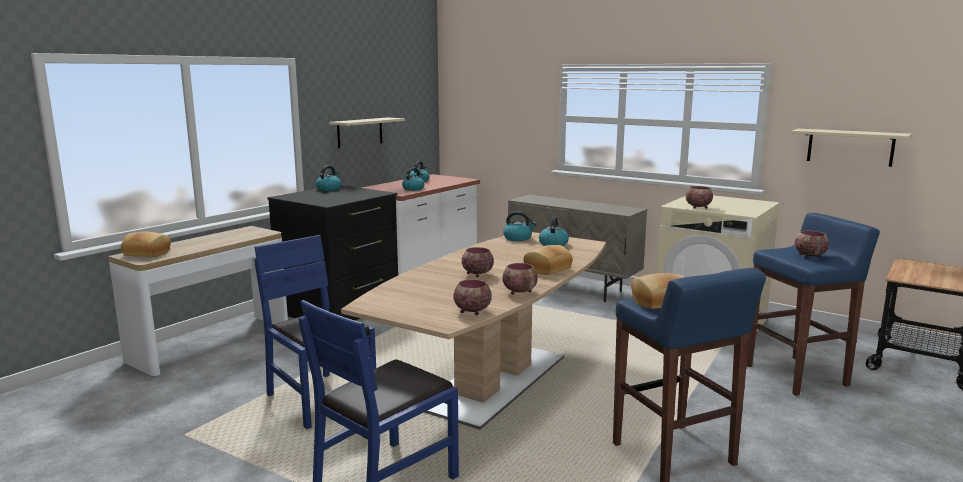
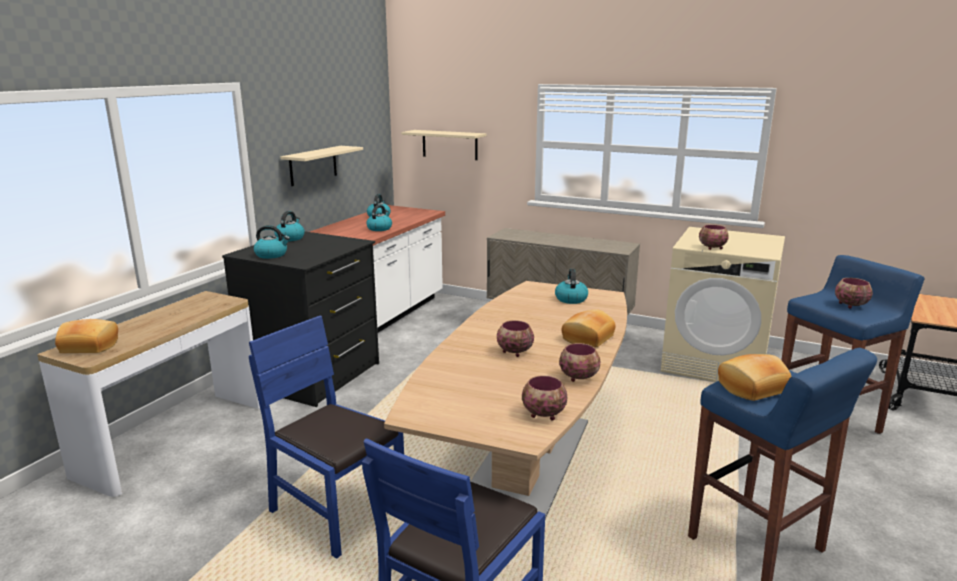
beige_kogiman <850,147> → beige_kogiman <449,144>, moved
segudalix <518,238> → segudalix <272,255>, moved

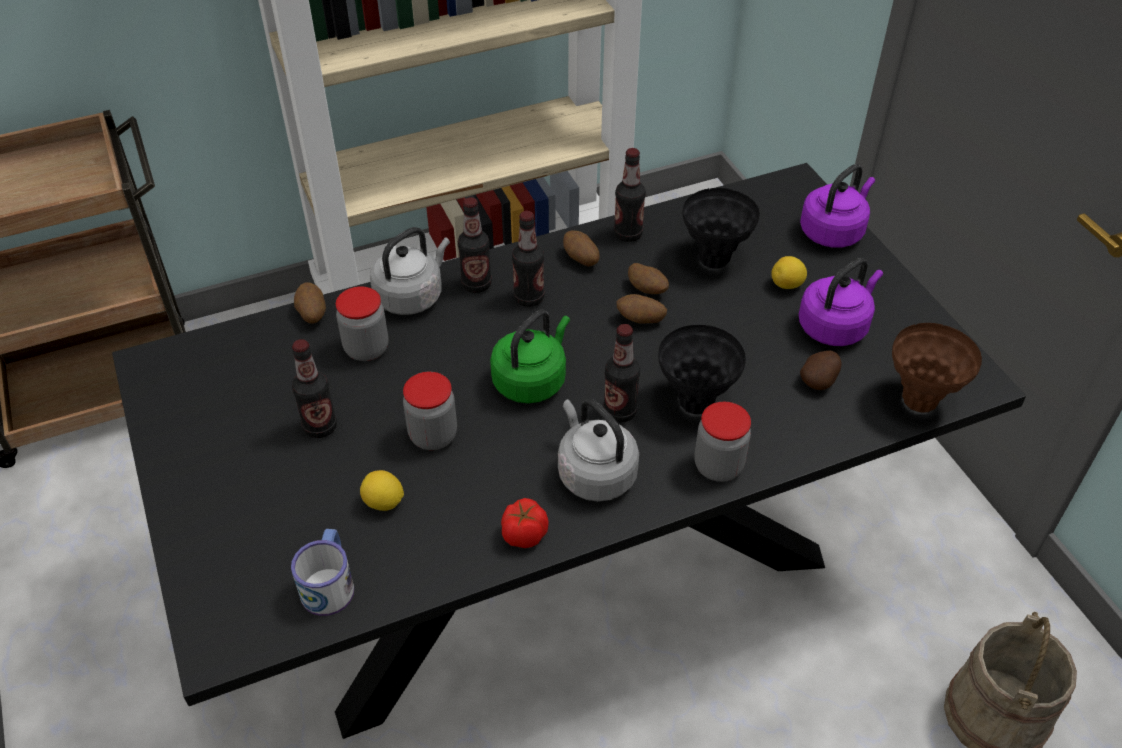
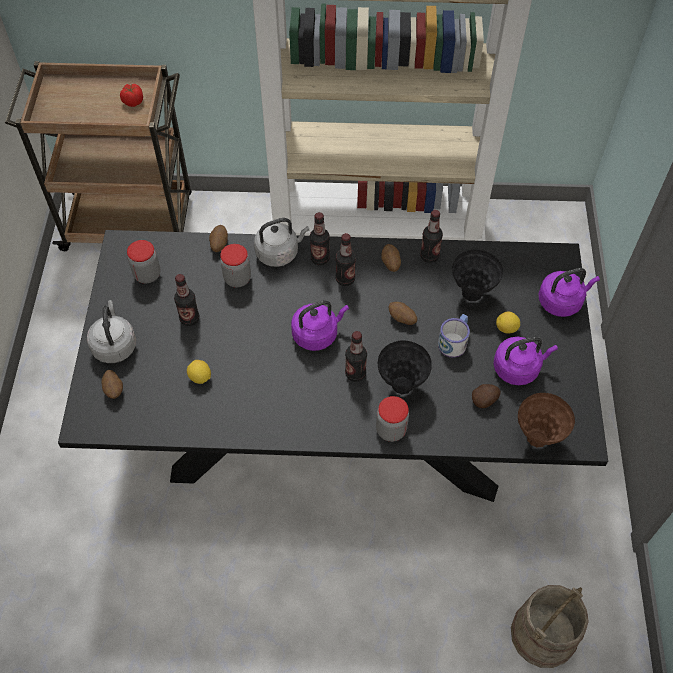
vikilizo <647,290> → vikilizo <114,389>, moved
green_segudalix <532,380> → purple_segudalix <317,334>
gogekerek <433,435> → gogekerek <147,274>, moved
grey_segudalix <594,473> → grey_segudalix <114,345>, moved
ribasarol <523,535> → ribasarol <133,102>, moved
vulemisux <330,583> → vulemisux <454,341>, moved

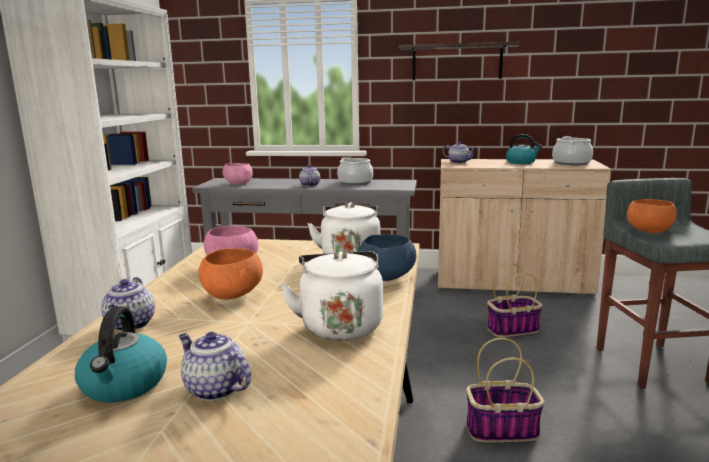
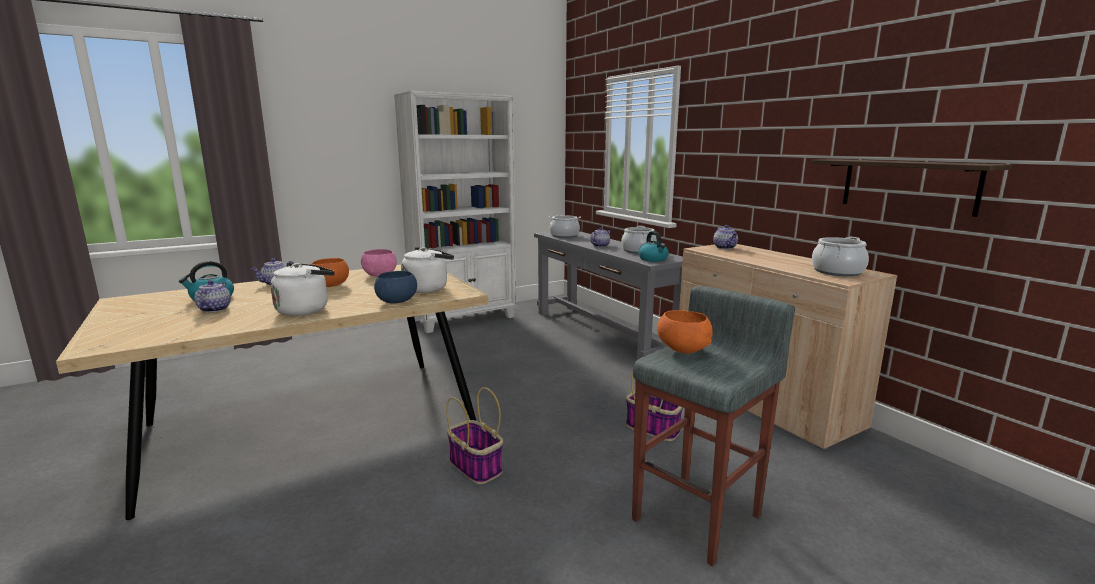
kogiman <457,62> → kogiman <908,185>, moved
segudalix <521,162> → segudalix <653,259>, moved
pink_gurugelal <238,184> → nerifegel <564,235>

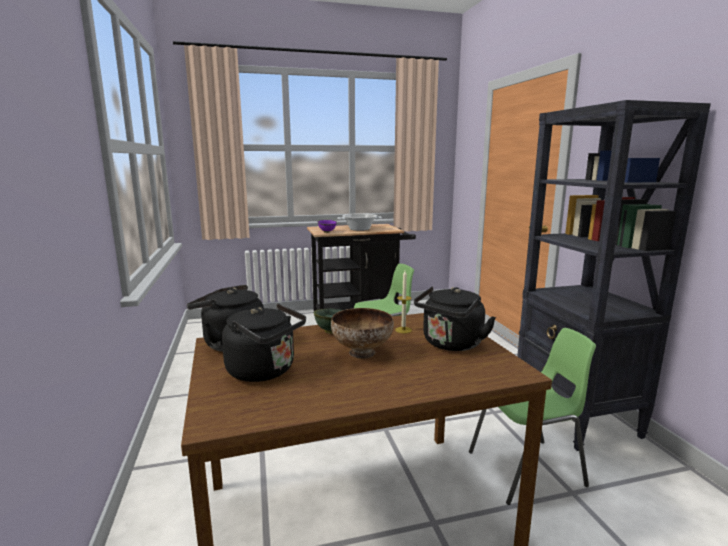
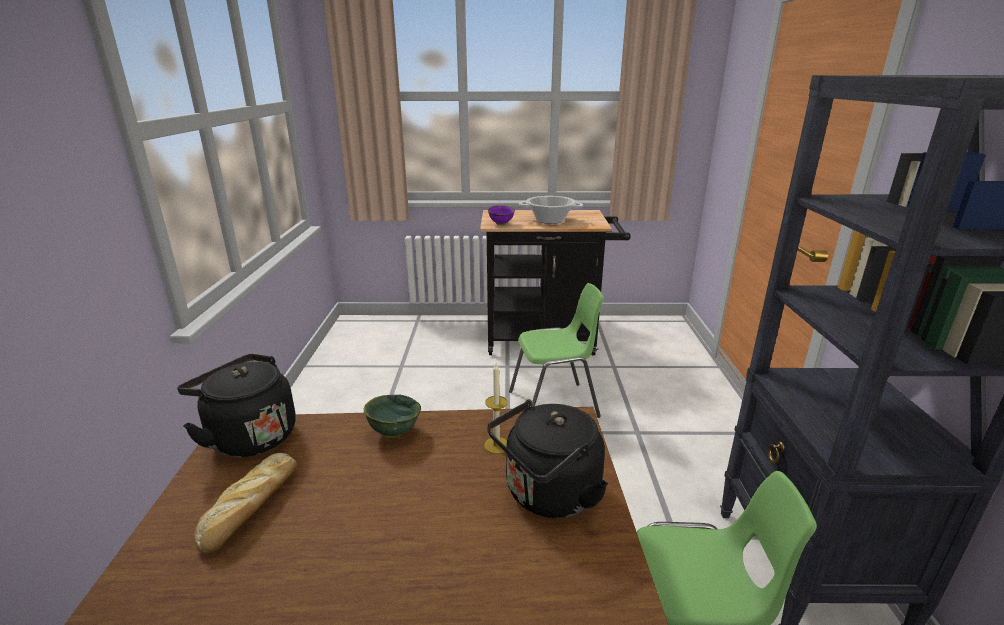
black_segudalix <265,371> → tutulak <250,508>
gurugelal <361,353> → -

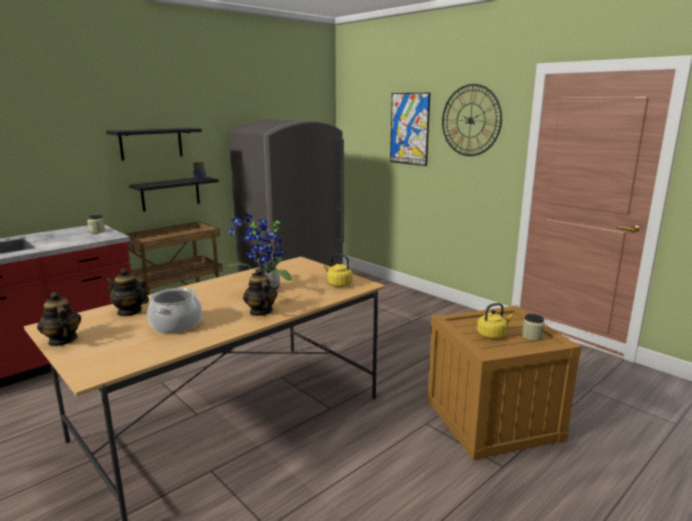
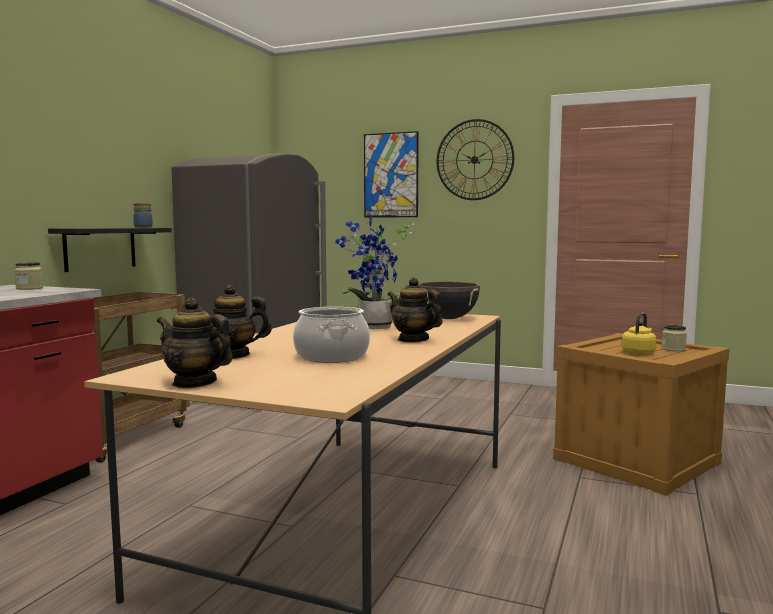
black_kogiman <151,143> → -
yellow_segudalix <338,284> → black_nerifegel <448,319>

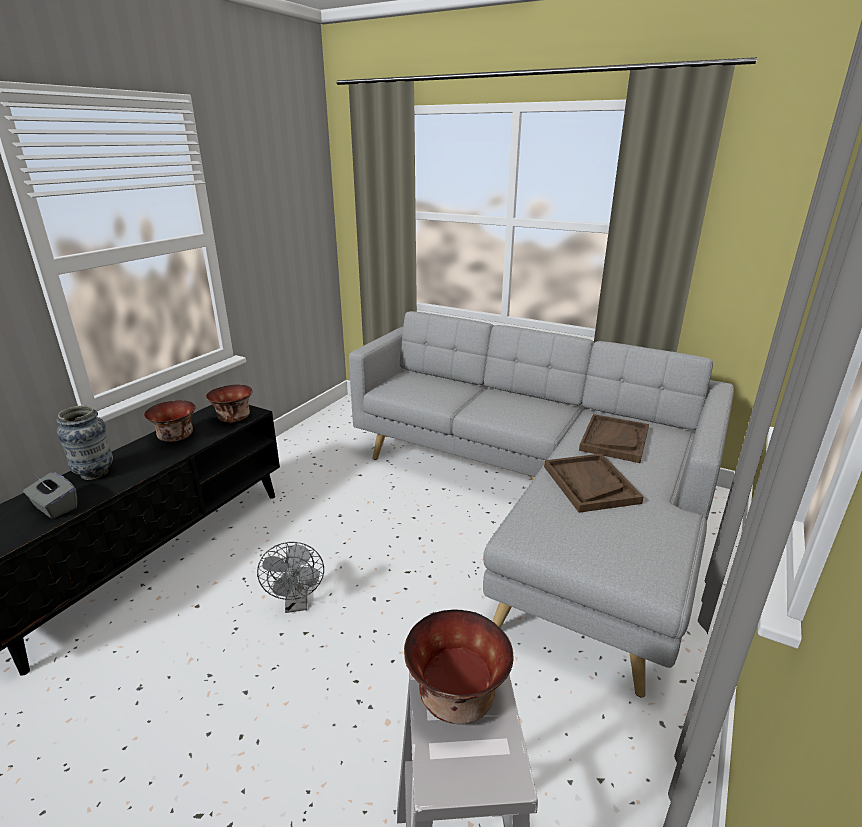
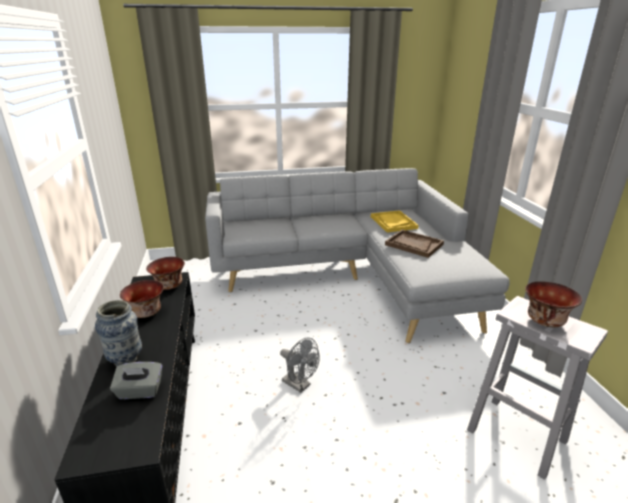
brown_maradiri <614,440> → yellow_maradiri <393,222>

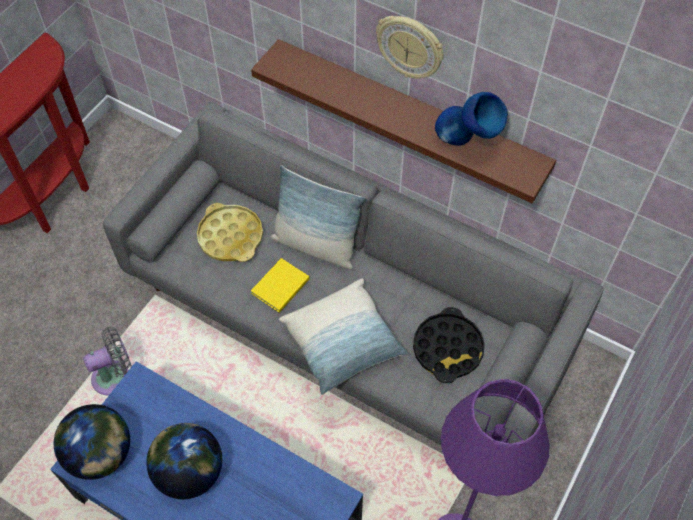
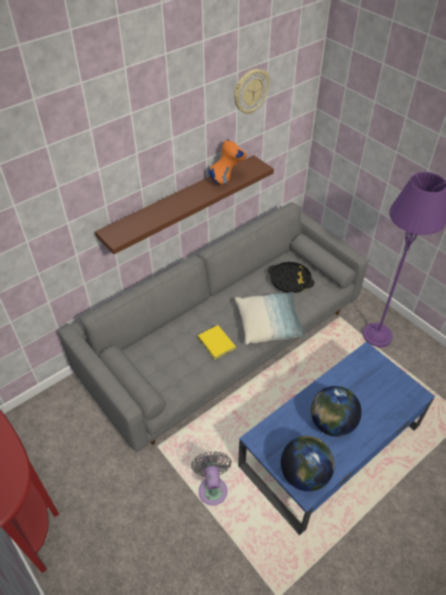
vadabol <410,47> → vadabol <250,91>, moved
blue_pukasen <467,144> → orange_pukasen <227,179>
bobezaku <315,245> → -
yellow_maradiri <231,236> → -

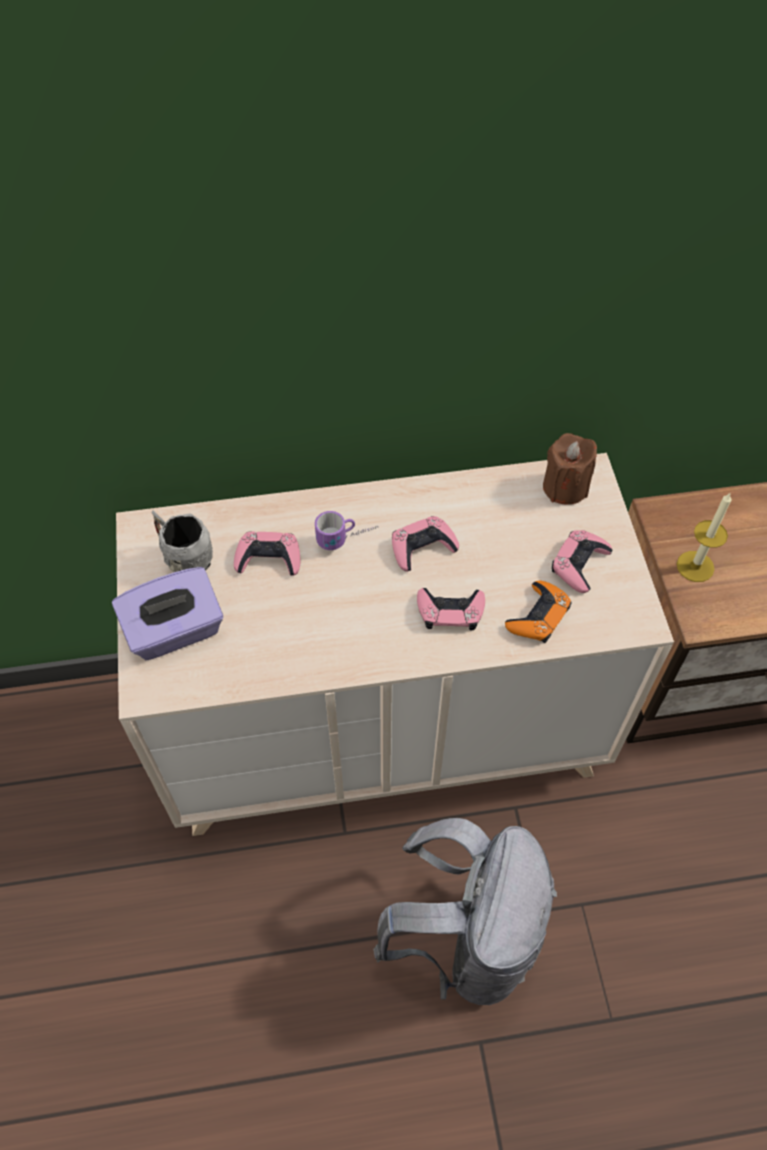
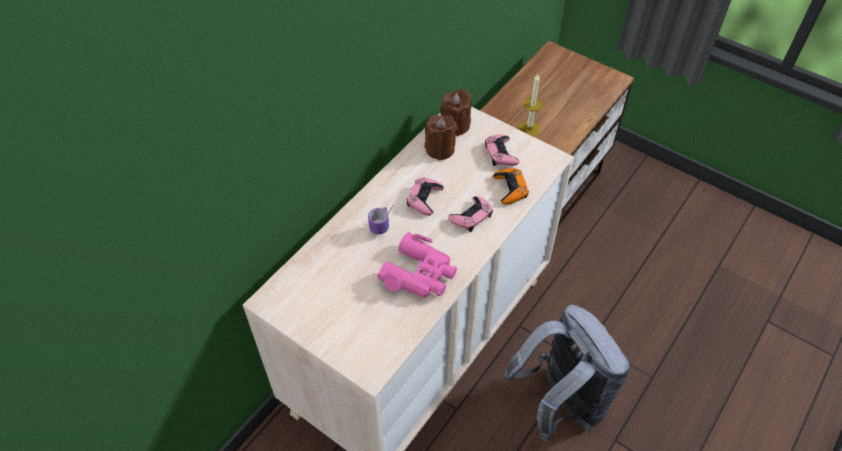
grey_vulemisux <185,558> → -
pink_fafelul <268,558> → -
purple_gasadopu <175,631> → -
- → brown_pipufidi <440,149>
- → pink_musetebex <420,274>

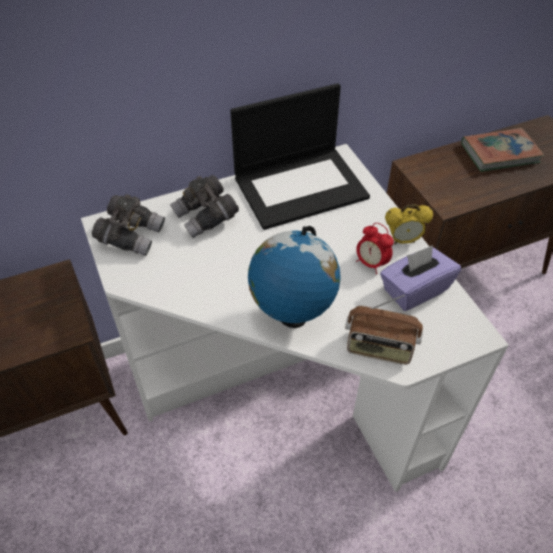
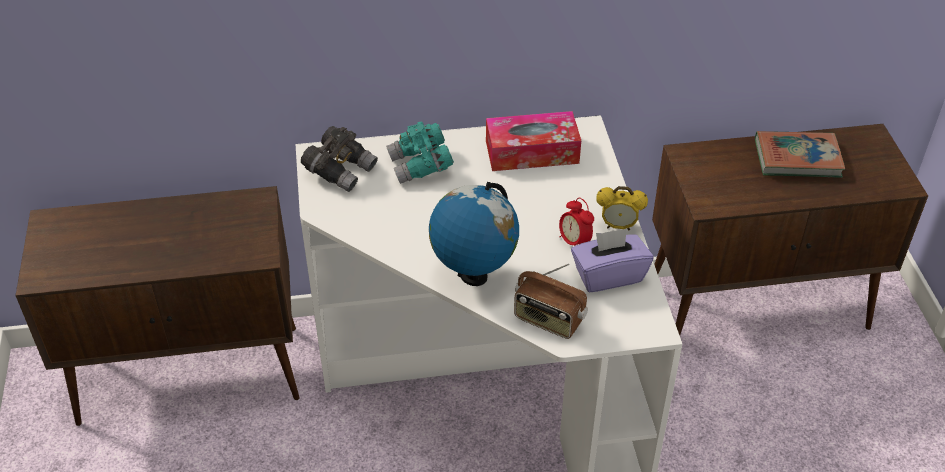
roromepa <301,186> → gasadopu <532,152>
grey_musetebex <206,218> → turquoise_musetebex <420,166>

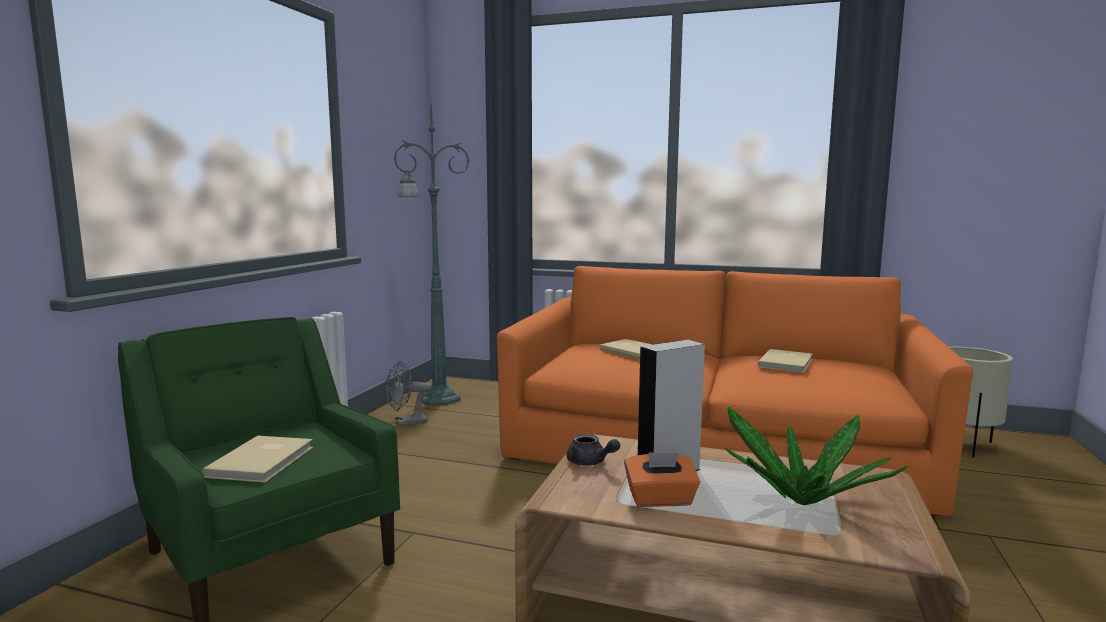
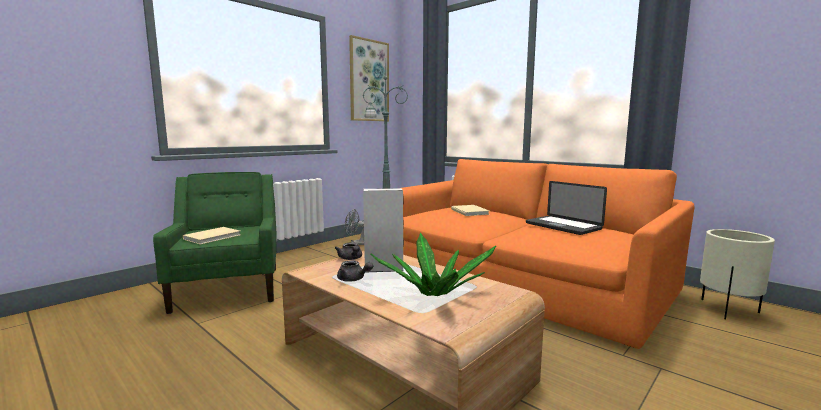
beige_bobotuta <787,363> → roromepa <563,226>
orange_gasadopu <660,500> → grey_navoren <353,279>
- → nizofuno <369,81>

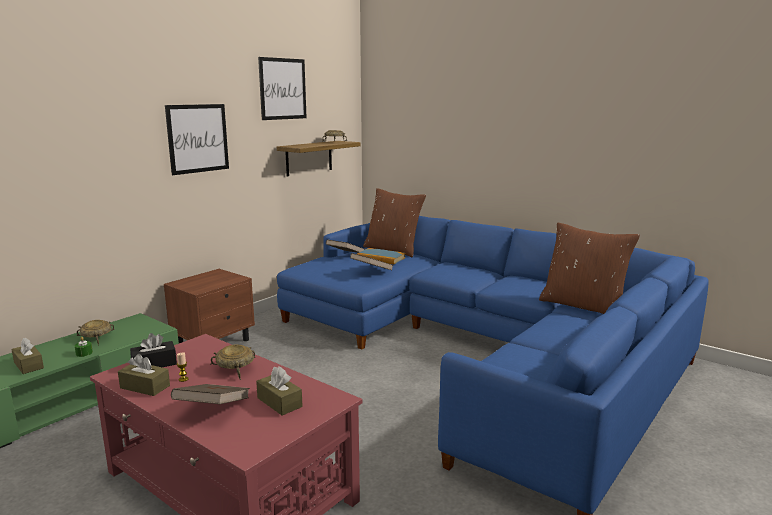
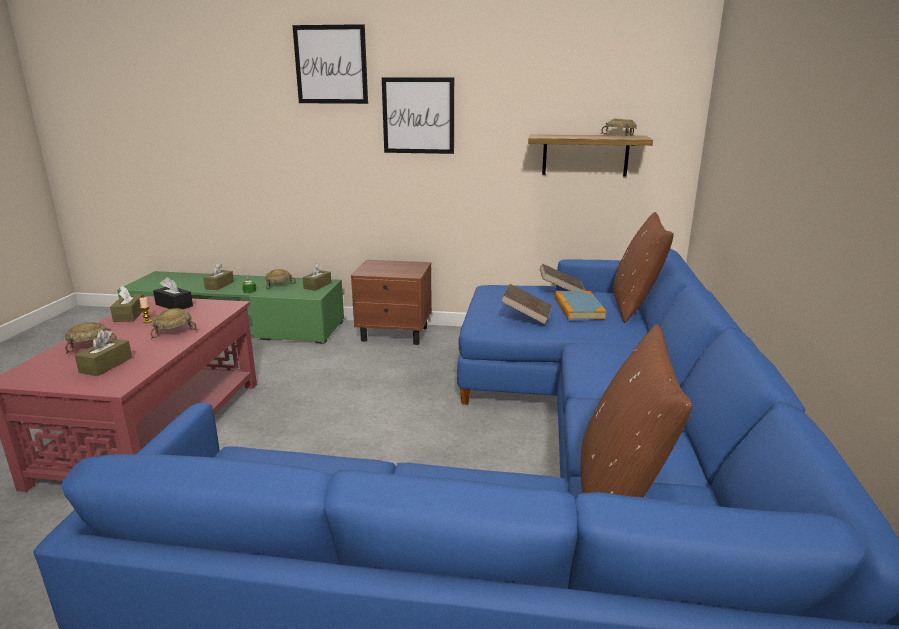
nizofuno <282,89> → nizofuno <331,65>, moved
brown_bobotuta <213,409> → beige_gurugelal <90,346>
- → brown_gasadopu <317,285>

